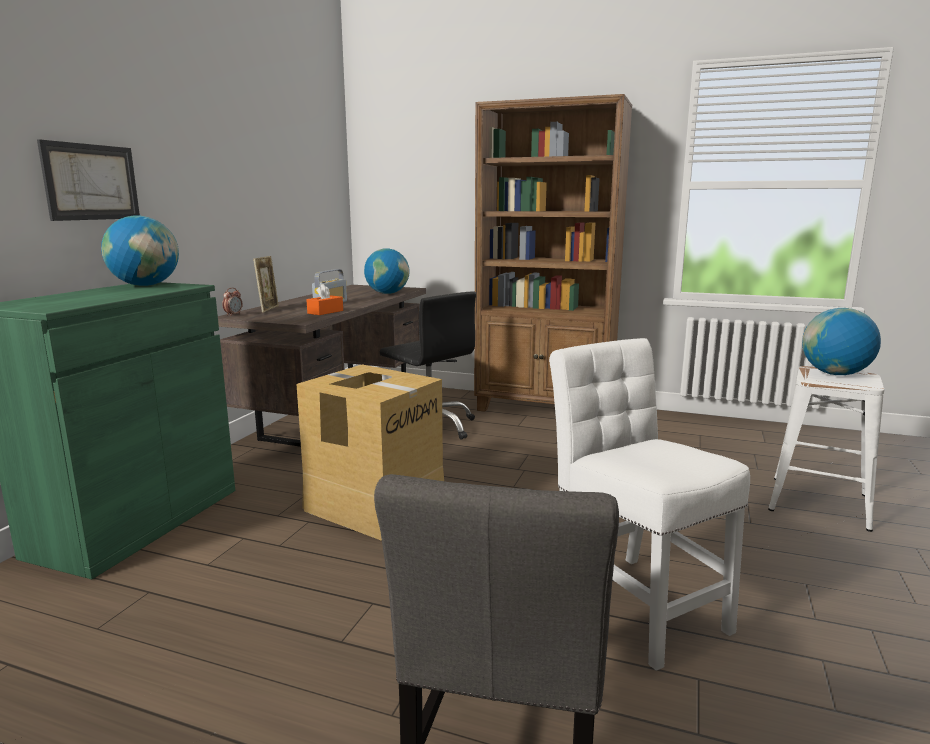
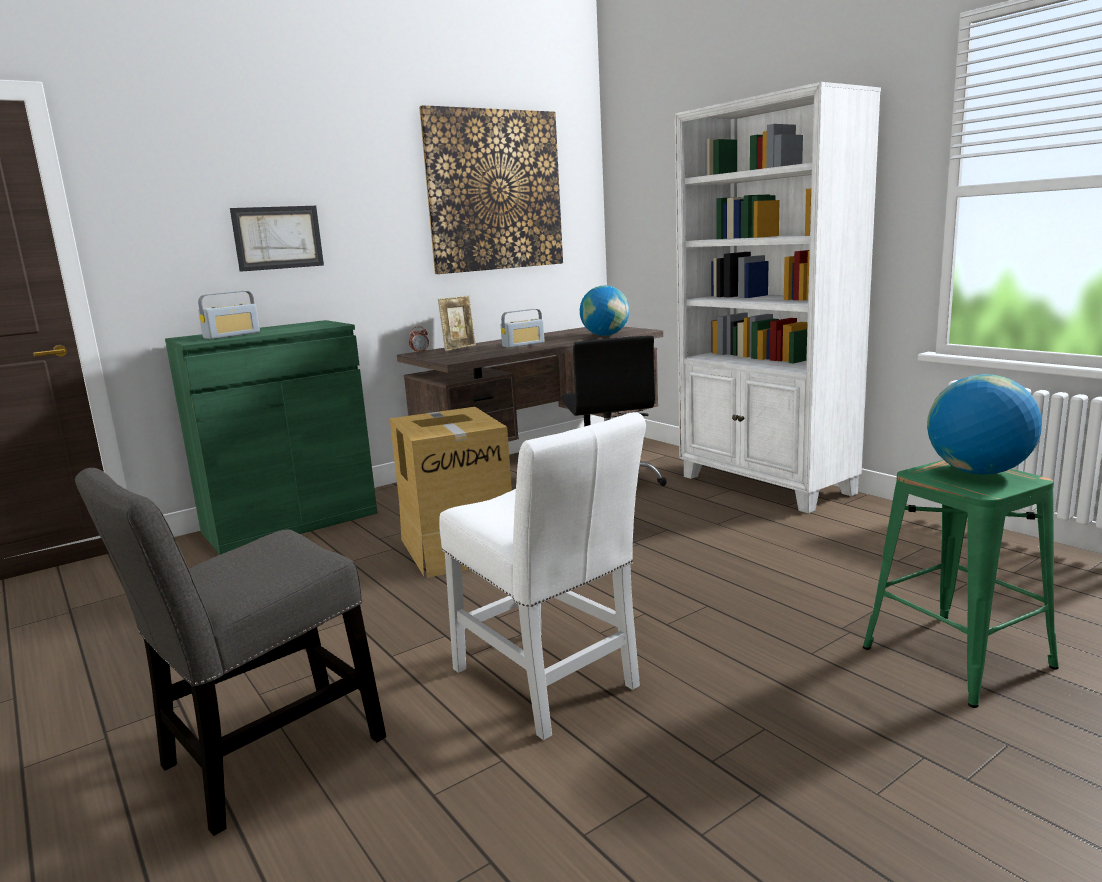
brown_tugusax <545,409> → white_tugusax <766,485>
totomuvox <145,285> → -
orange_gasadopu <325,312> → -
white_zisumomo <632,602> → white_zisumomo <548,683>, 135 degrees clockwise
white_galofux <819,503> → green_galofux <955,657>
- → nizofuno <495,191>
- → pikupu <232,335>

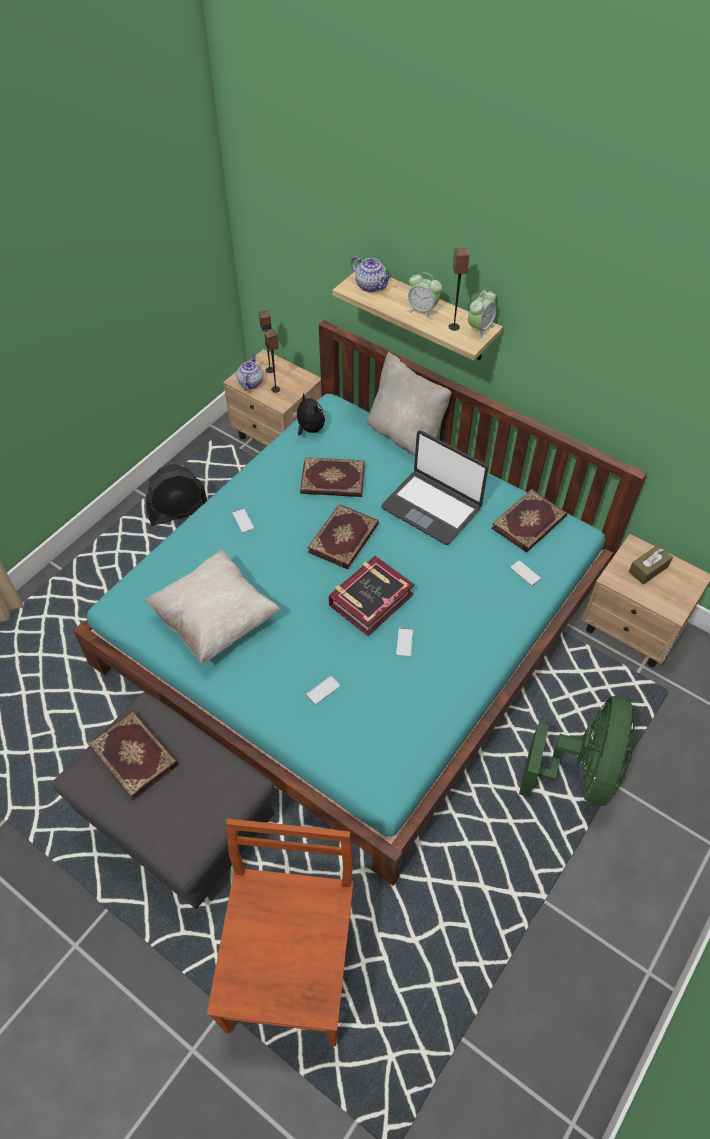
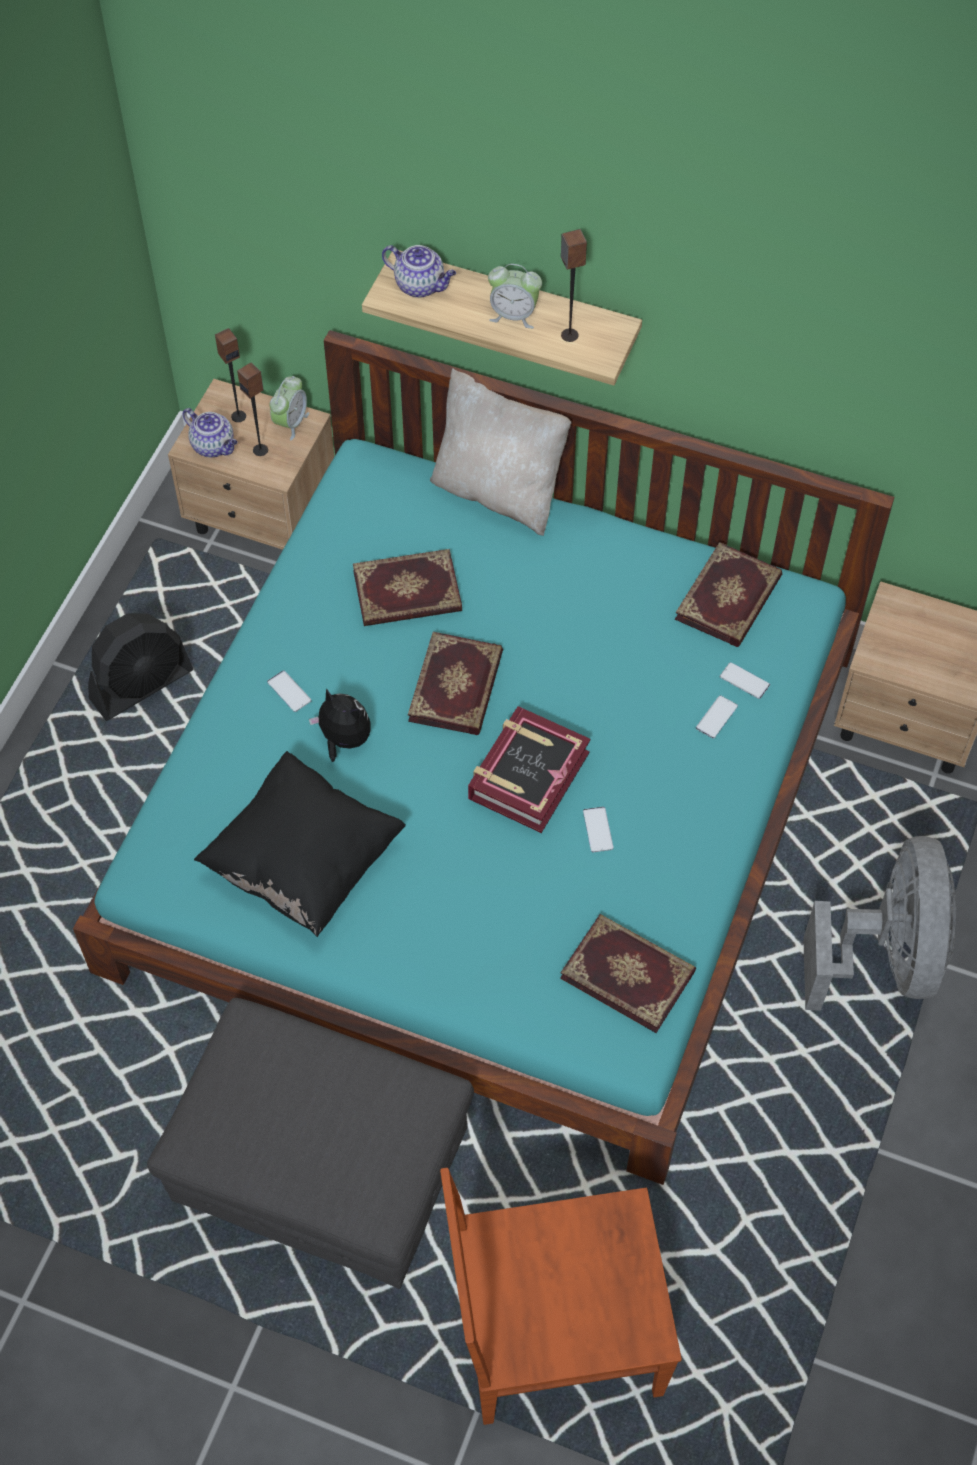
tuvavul <480,329> → tuvavul <290,423>, moved
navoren <250,382> → navoren <214,446>, 135 degrees clockwise
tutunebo <309,429> → tutunebo <343,740>, moved
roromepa <432,507> → -
brown_gasadopu <648,569> → -
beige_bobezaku <216,620> → black_bobezaku <304,862>
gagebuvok <323,690> → gagebuvok <716,717>, moved
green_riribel <580,772> → grey_riribel <884,956>
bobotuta <135,755> → bobotuta <628,973>, moved
brown_zisumomo <291,966> → brown_zisumomo <553,1331>, 90 degrees counterclockwise

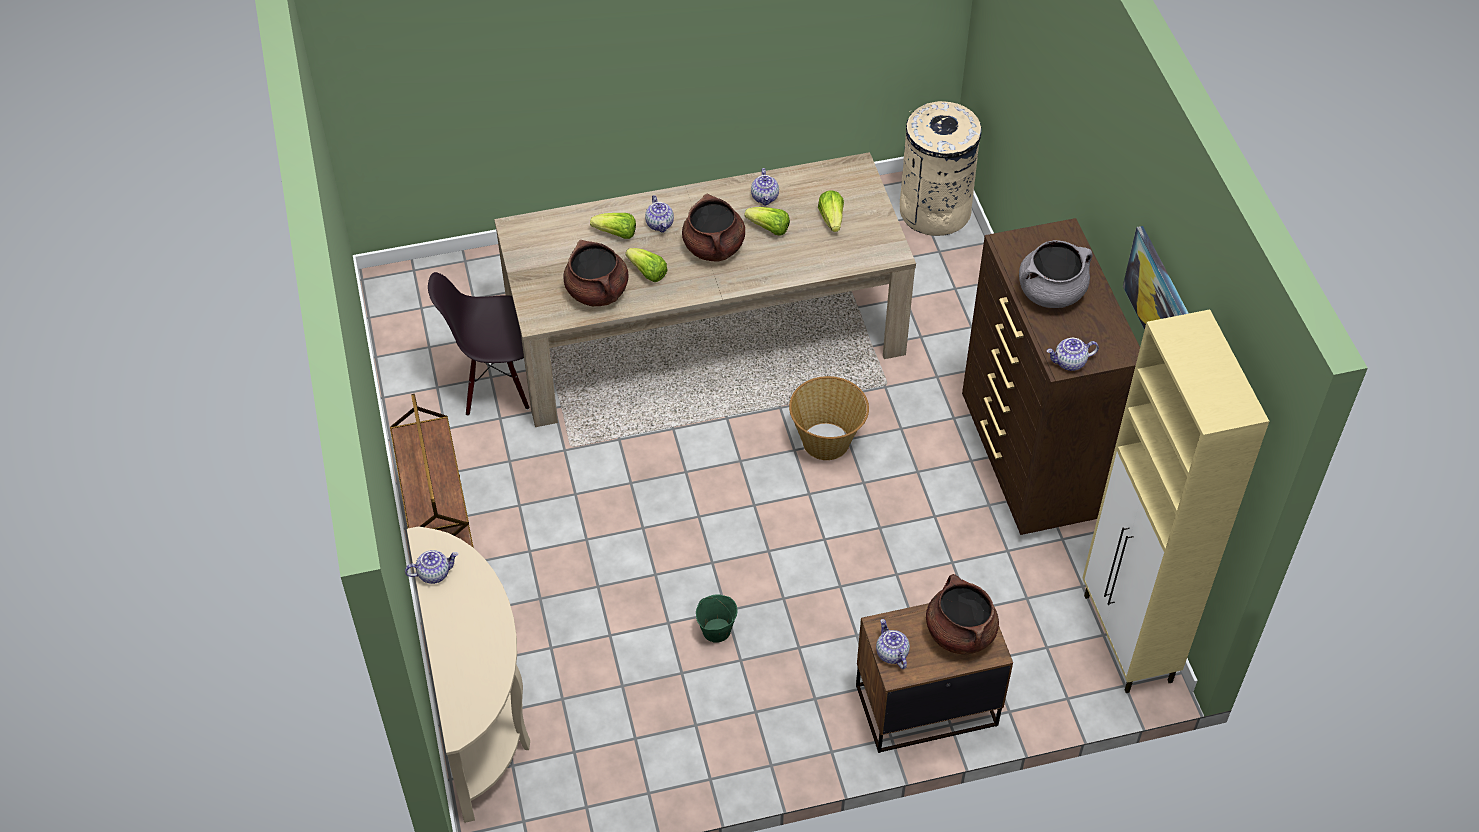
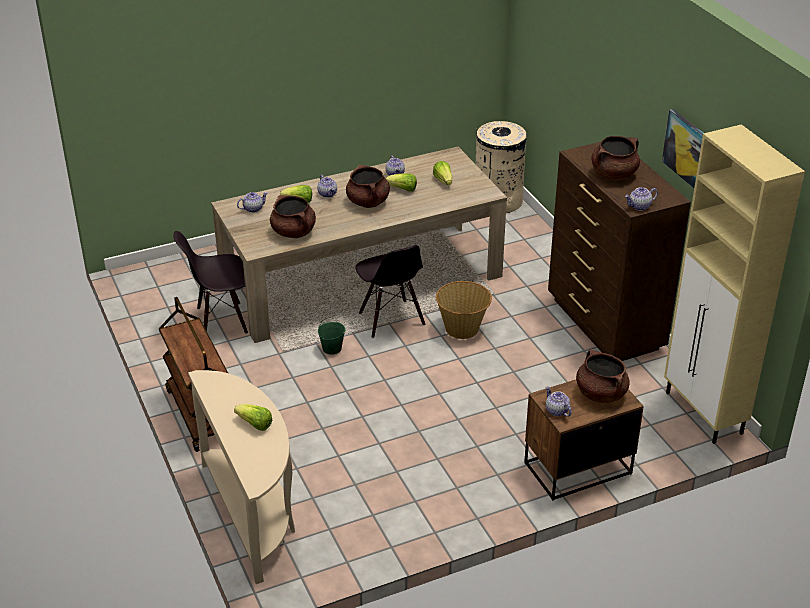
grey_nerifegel <1051,292> → brown_nerifegel <614,174>
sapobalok <647,273> → sapobalok <255,424>, moved
navoren <434,573> → navoren <253,209>, moved
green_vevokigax <716,631> → green_vevokigax <332,349>, moved
- → black_zisumomo <390,319>

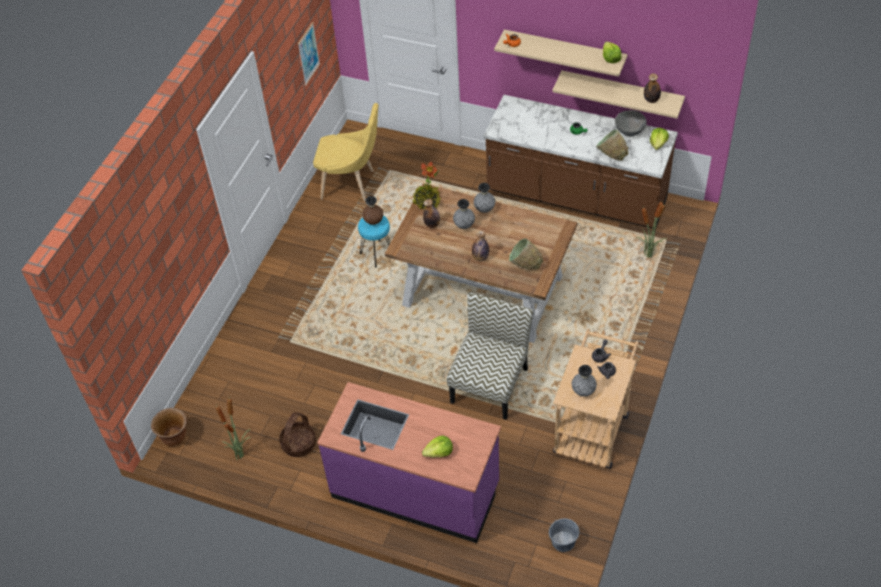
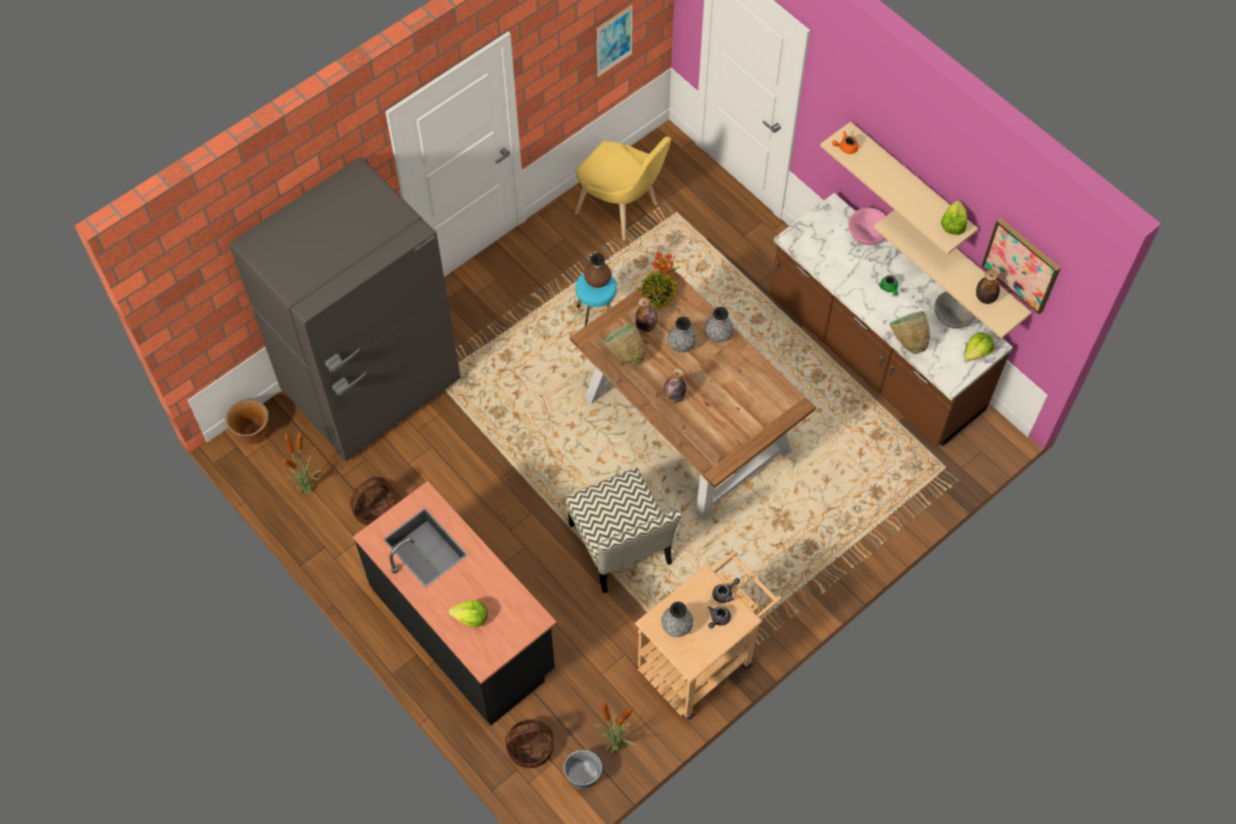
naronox <649,255> → naronox <616,746>, moved
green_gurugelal <524,265> → green_gurugelal <625,353>, moved
zisumomo <489,384> → zisumomo <621,545>, 105 degrees clockwise
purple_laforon <416,490> → black_laforon <464,629>
- → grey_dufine <372,388>
- → pink_gurugelal <866,237>
- → nizofuno <1022,265>
- → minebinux <530,748>

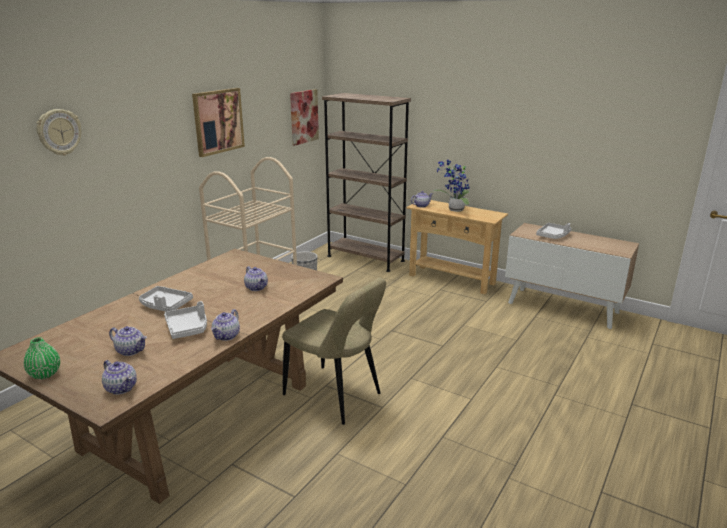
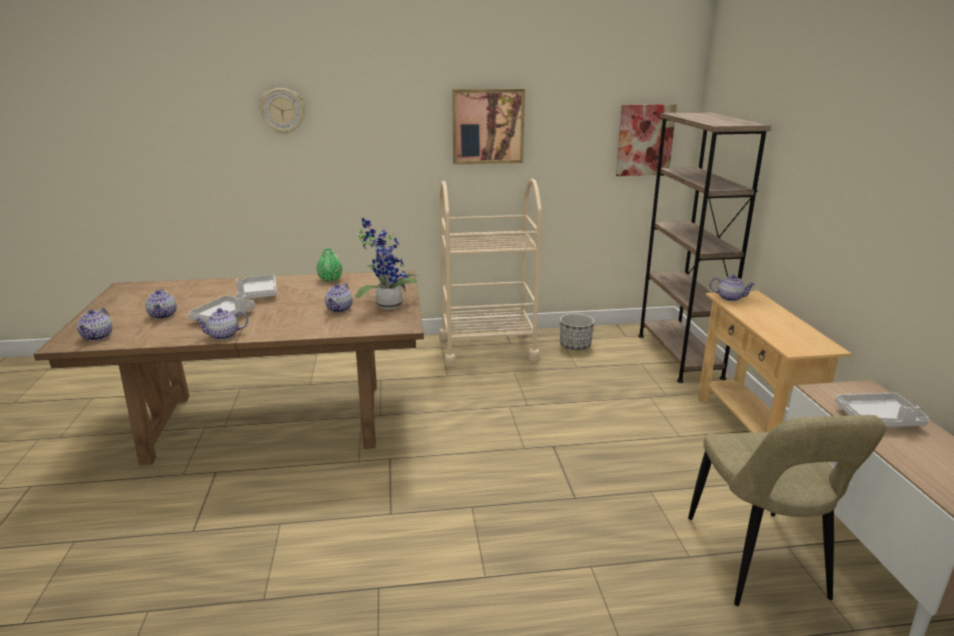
naronox <454,210> → naronox <386,305>, moved
beige_zisumomo <335,396> → beige_zisumomo <758,562>, moved
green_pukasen <45,374> → green_pukasen <330,279>, moved

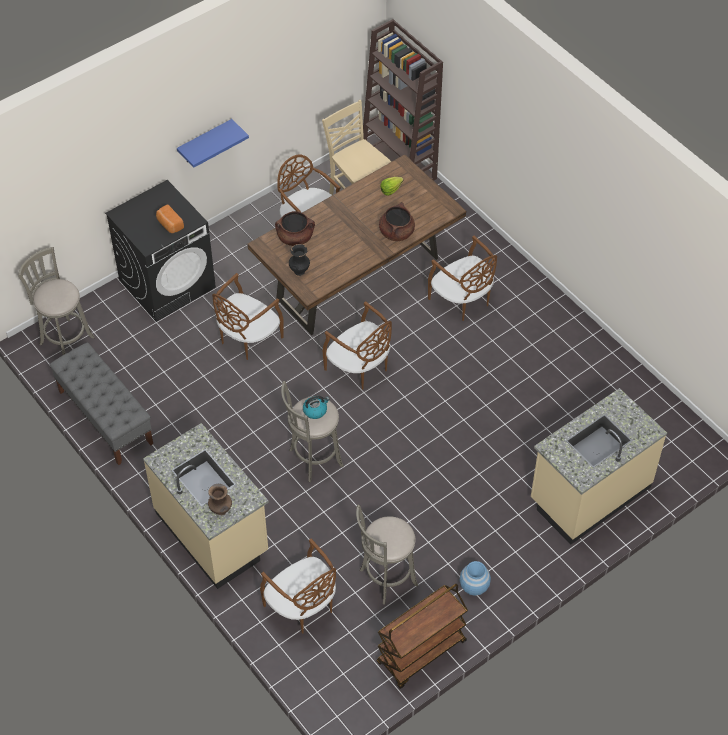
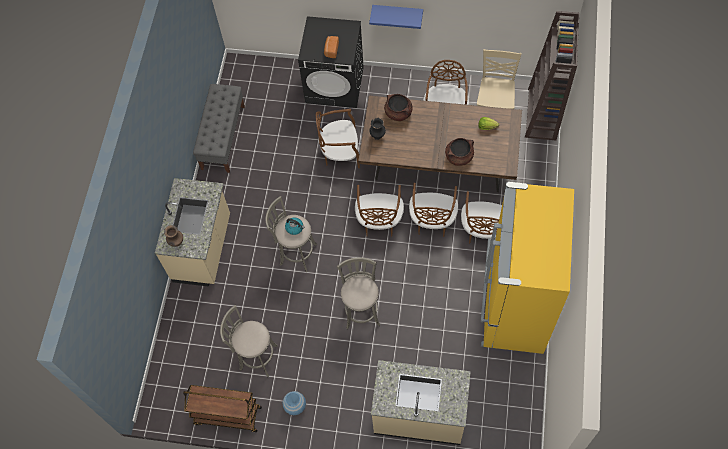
grey_galofux <65,339> → grey_galofux <361,311>, moved
brown_zisumomo <302,606> → brown_zisumomo <432,221>, moved
- → yellow_dufine <513,306>

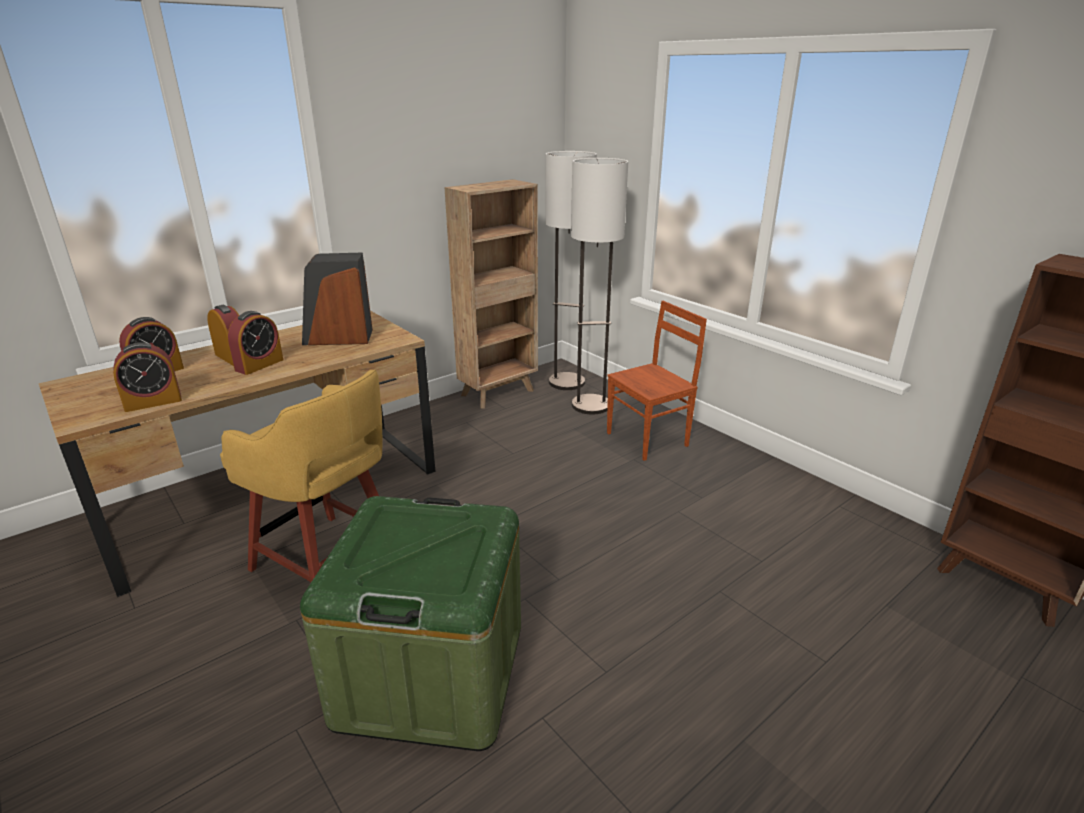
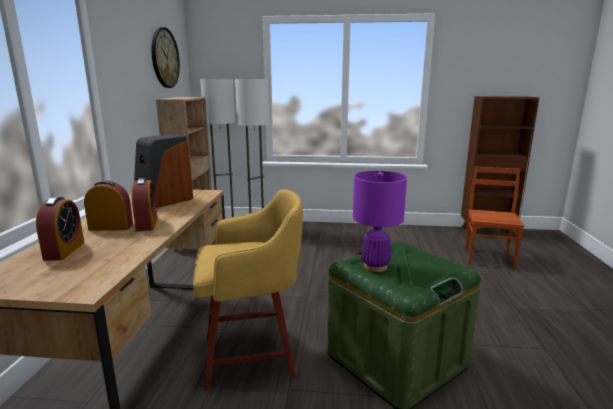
brown_zisumomo <649,439> → brown_zisumomo <489,258>, moved
tuvavul <153,402> → -
- → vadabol <164,58>
- → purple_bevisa <375,266>

